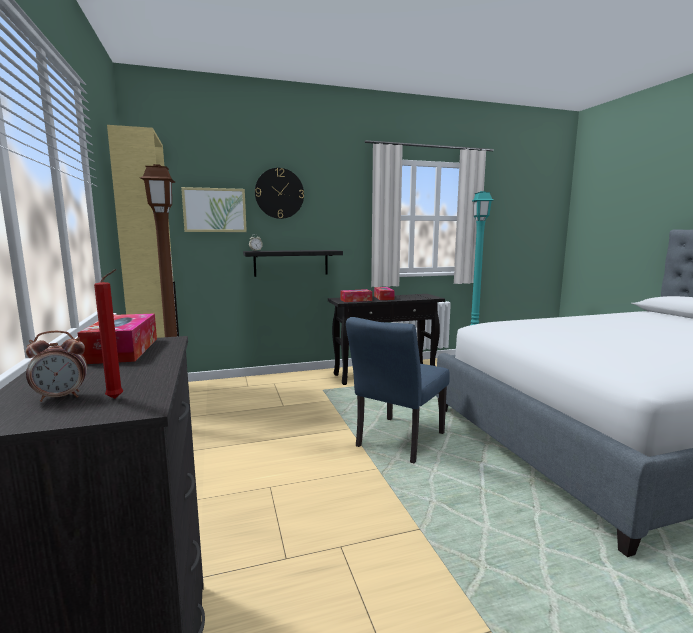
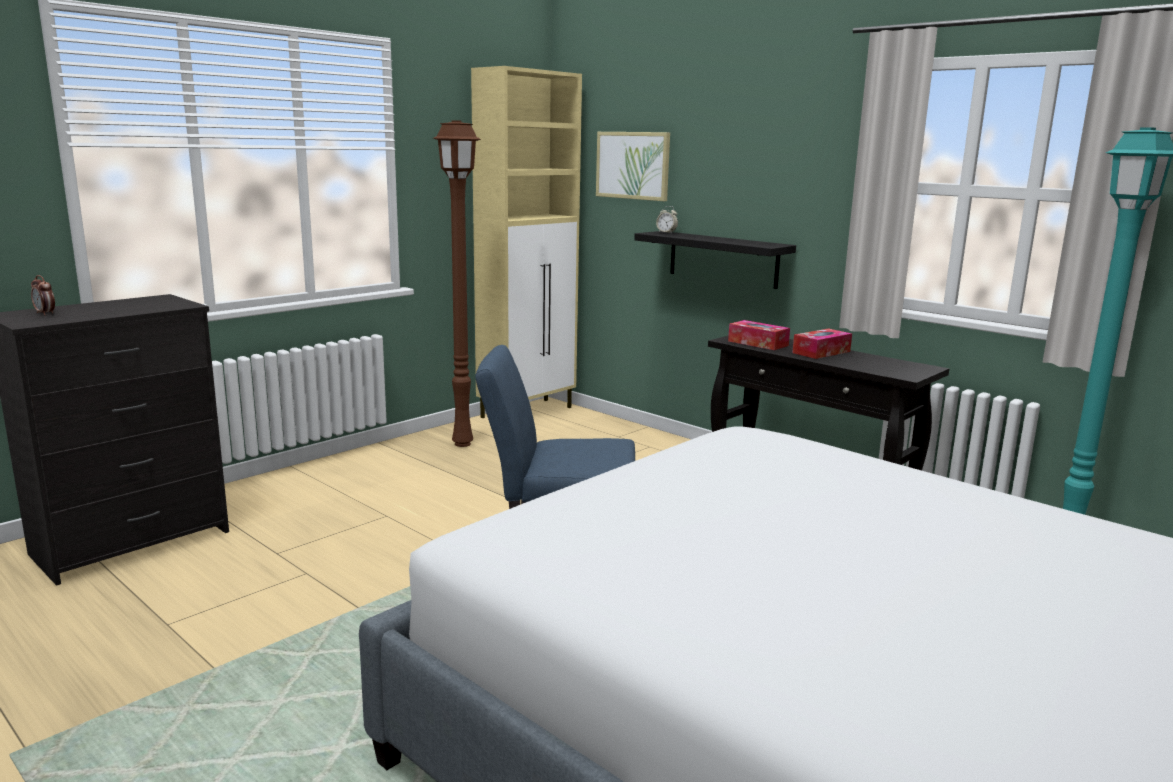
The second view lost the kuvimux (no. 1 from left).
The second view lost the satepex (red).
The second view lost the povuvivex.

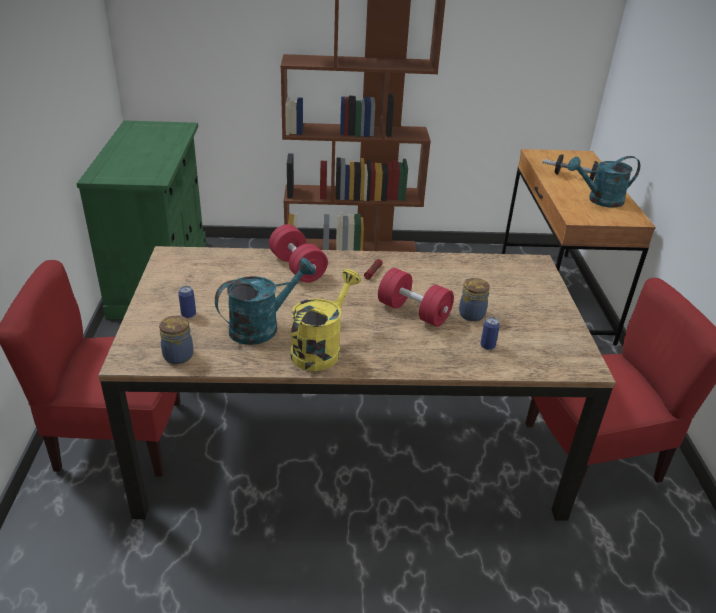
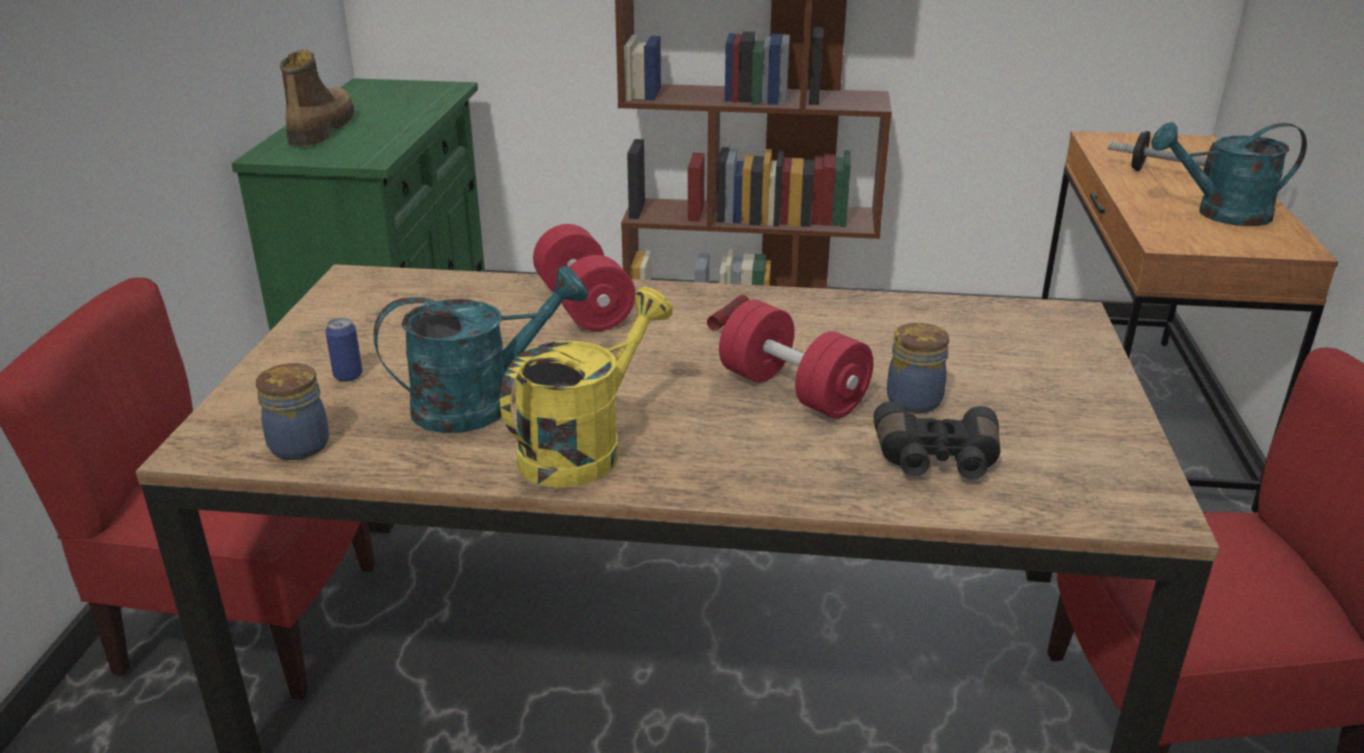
Where the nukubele (no. 2 from left) stood, the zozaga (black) came to stand.
The second view gained the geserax.

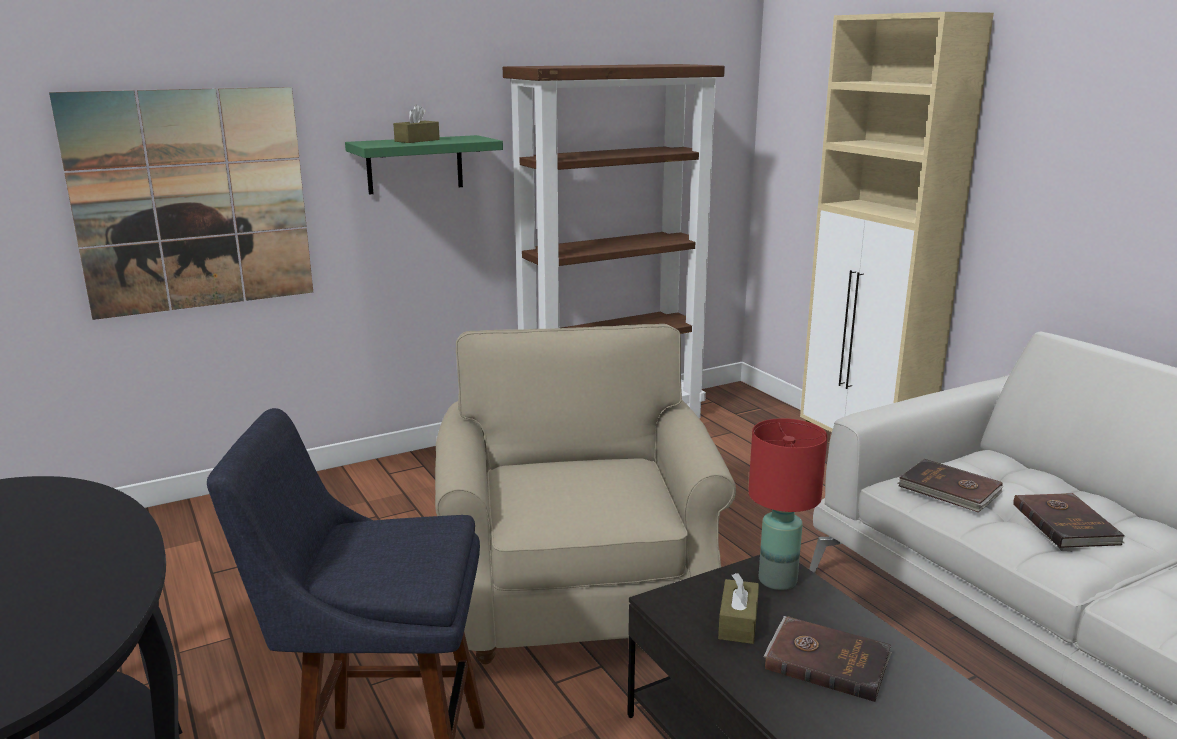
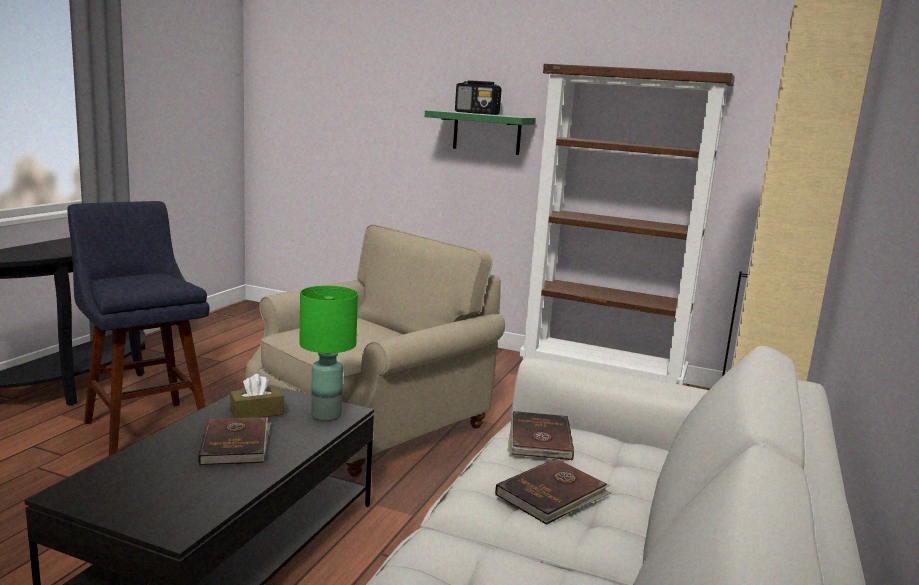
The second view lost the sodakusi.
Where the kuvimux (brown) (no. 1 from left) stood, the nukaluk came to stand.
What was the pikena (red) turned into the pikena (green).

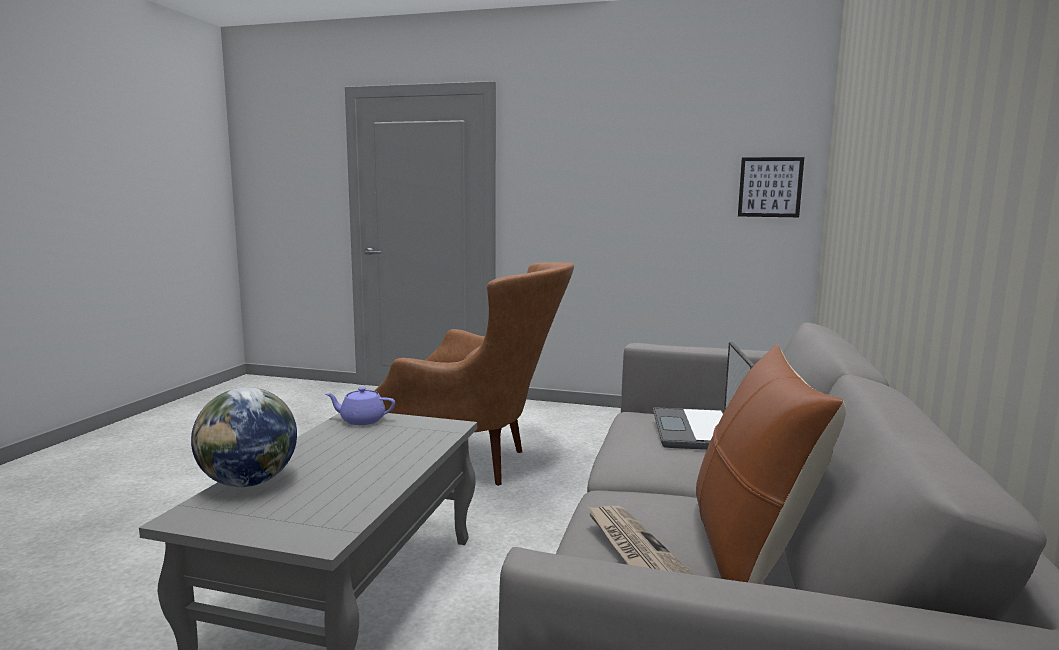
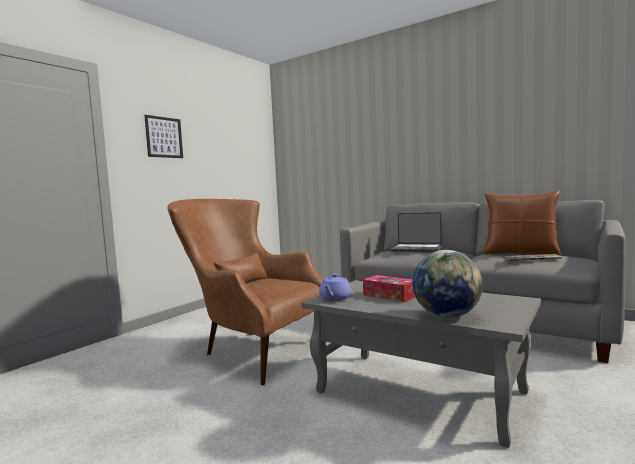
The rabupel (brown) ended up facing another way, 90 degrees counterclockwise from before.
The sodakusi ended up elsewhere.
The second view gained the kuvimux.

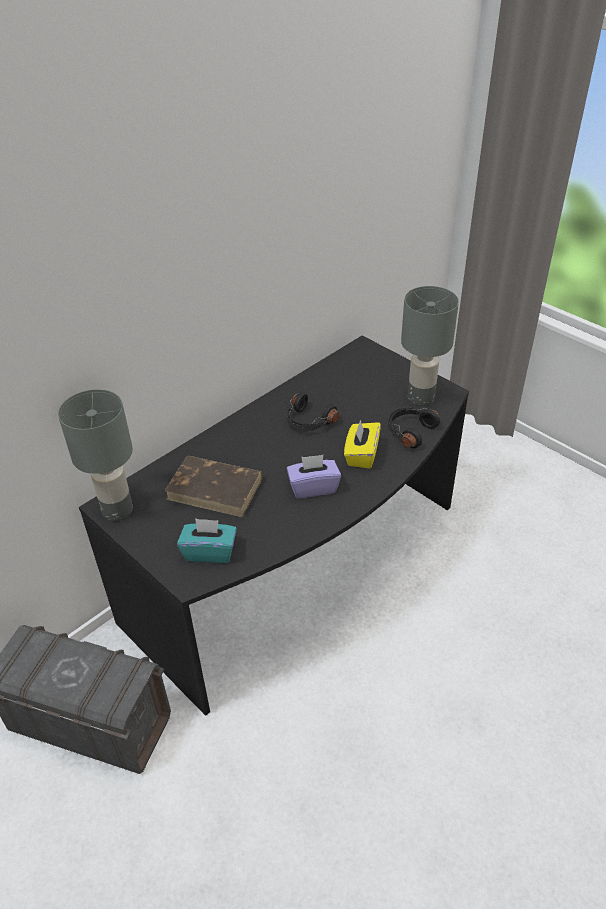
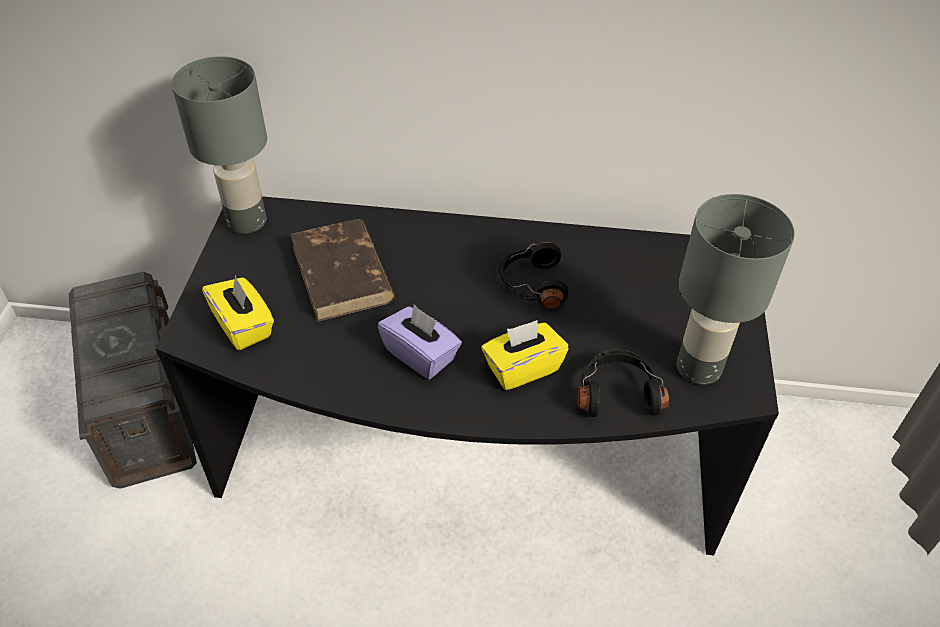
What was the kuvimux (turquoise) turned into the kuvimux (yellow) (no. 1 from left).

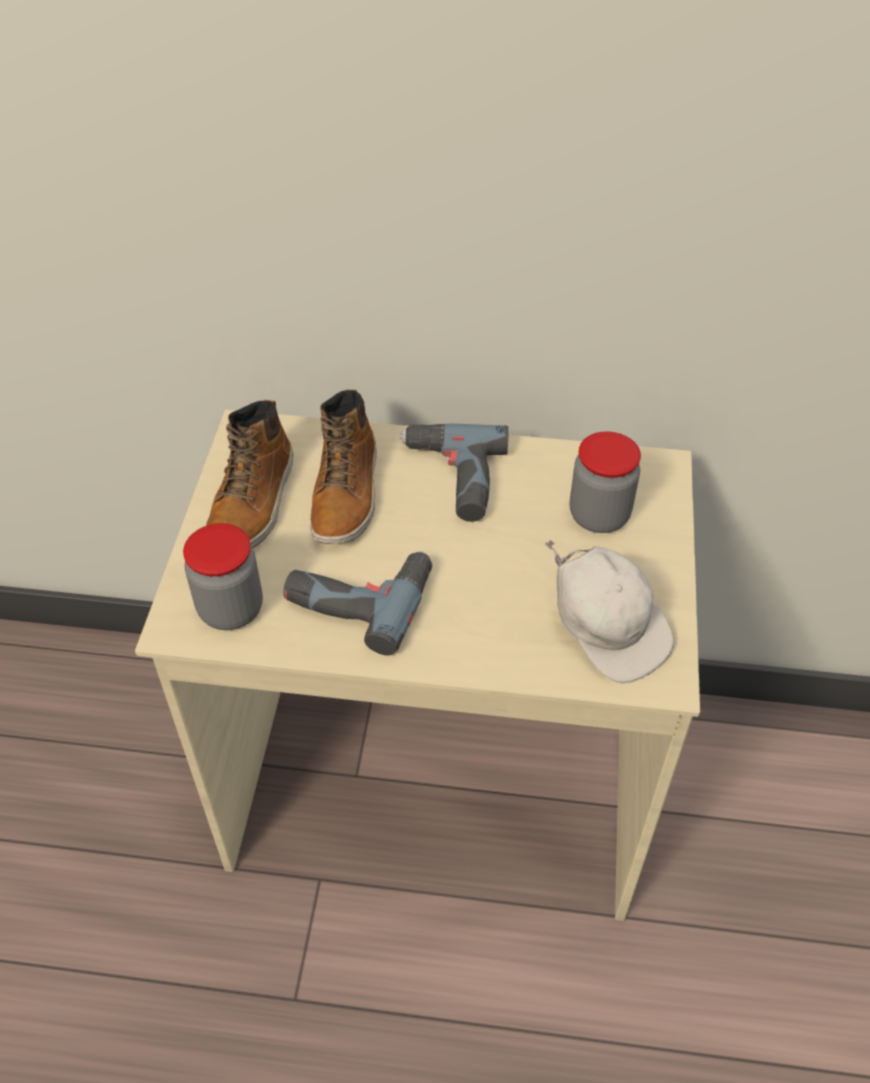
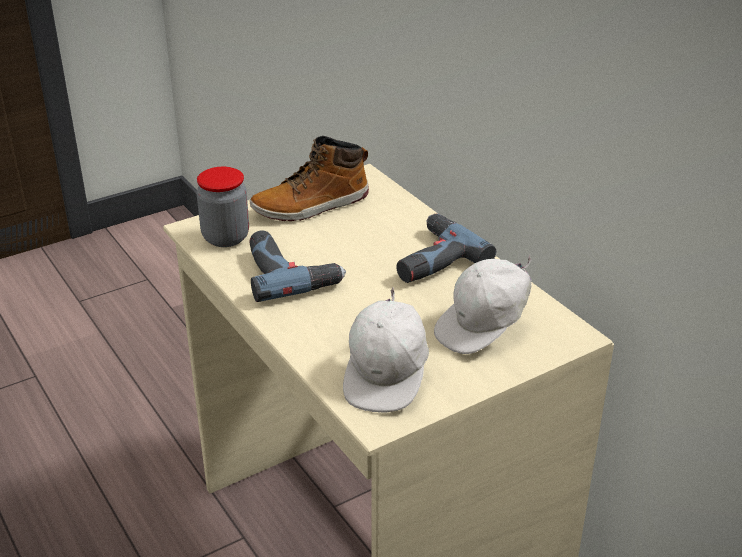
The second view lost the geserax (no. 2 from left).
Where the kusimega (no. 2 from left) stood, the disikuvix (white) (no. 2 from left) came to stand.

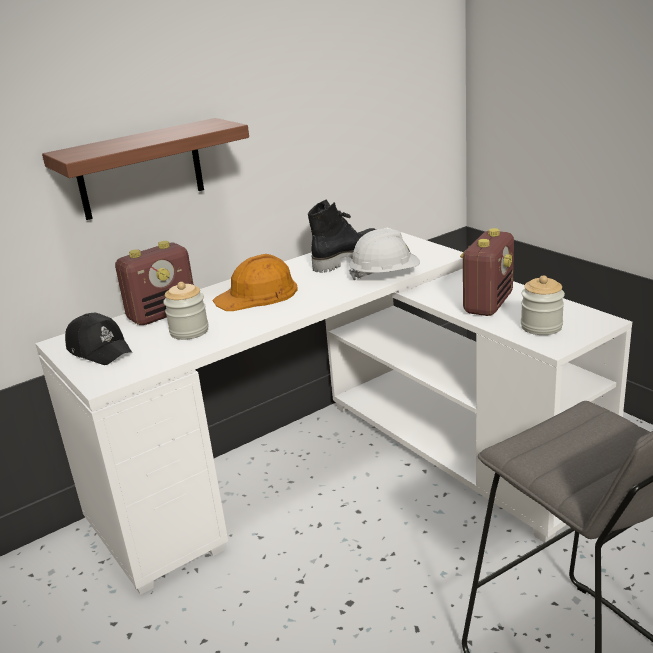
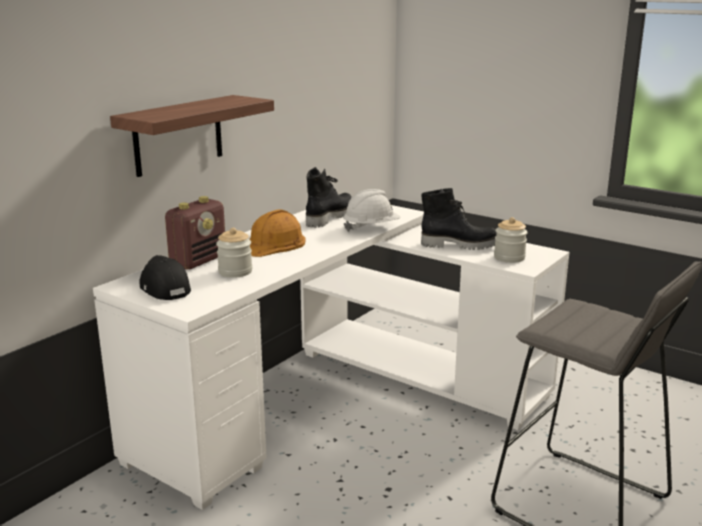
The disikuvix (black) ended up facing another way, 150 degrees counterclockwise from before.
Where the nukaluk (no. 2 from left) stood, the geserax (black) (no. 2 from left) came to stand.

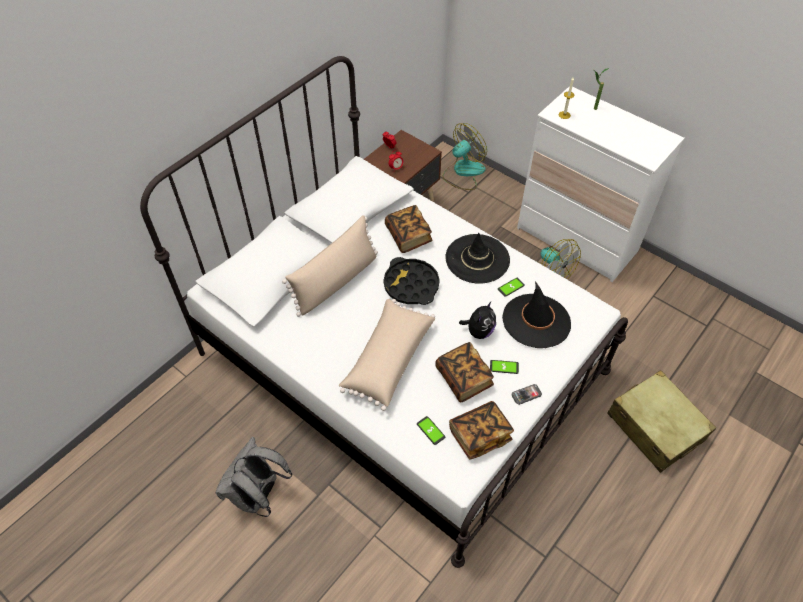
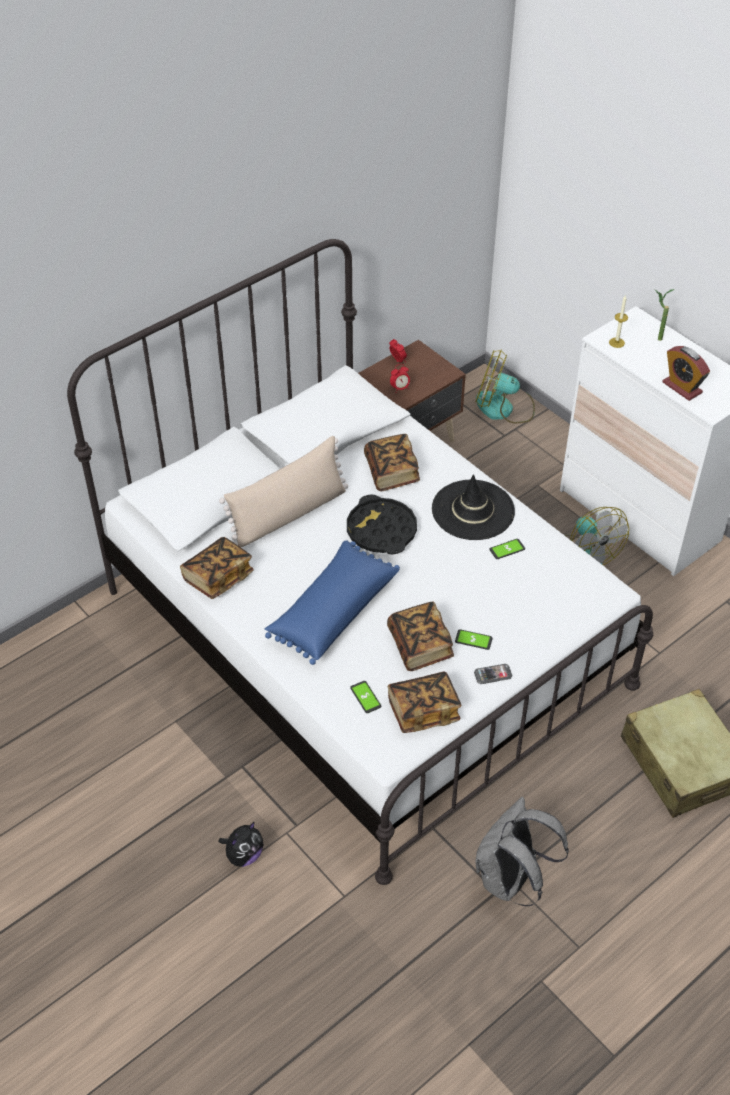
The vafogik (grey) ended up elsewhere.
What was the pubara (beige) (no. 2 from left) turned into the pubara (blue).
The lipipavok (no. 1 from left) ended up facing another way, 135 degrees counterclockwise from before.
The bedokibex ended up elsewhere.
The second view lost the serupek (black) (no. 2 from left).
The second view gained the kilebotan (no. 1 from left).
The second view gained the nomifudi (no. 3 from left).

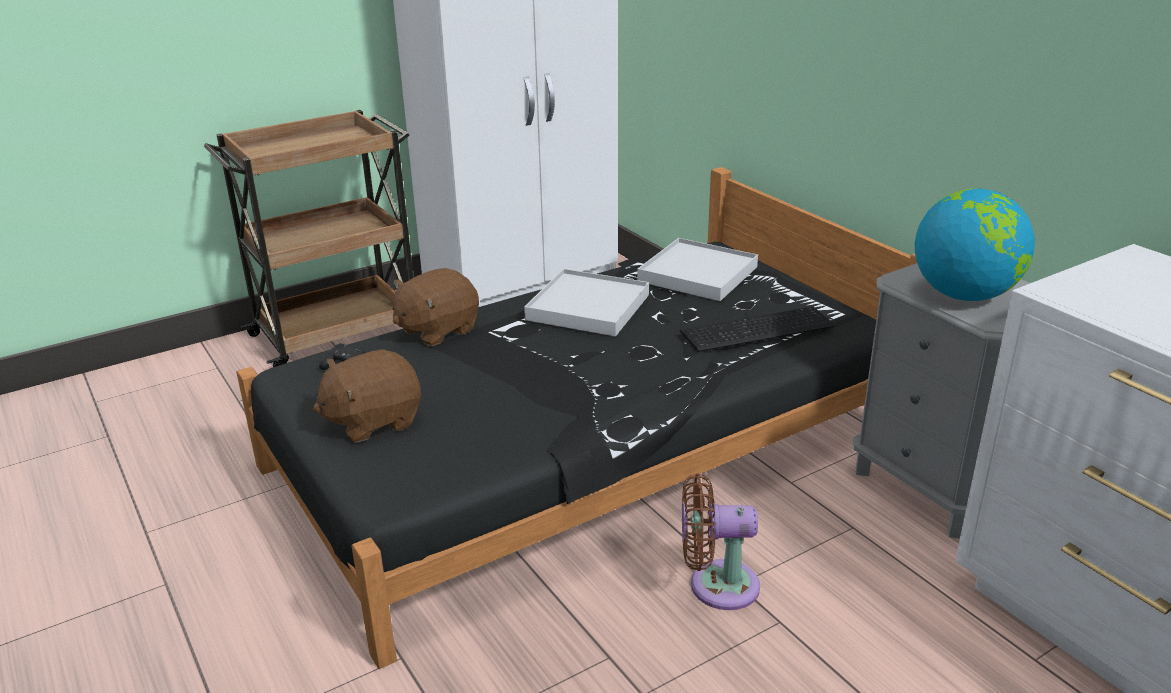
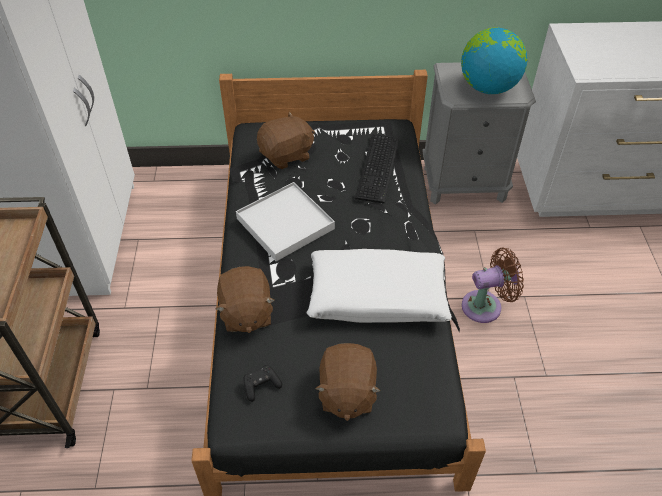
Where the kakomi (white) (no. 2 from left) stood, the bedokibex (brown) (no. 2 from left) came to stand.
The lipipavok (brown) ended up facing another way, 135 degrees counterclockwise from before.
The second view gained the pubara (white).

